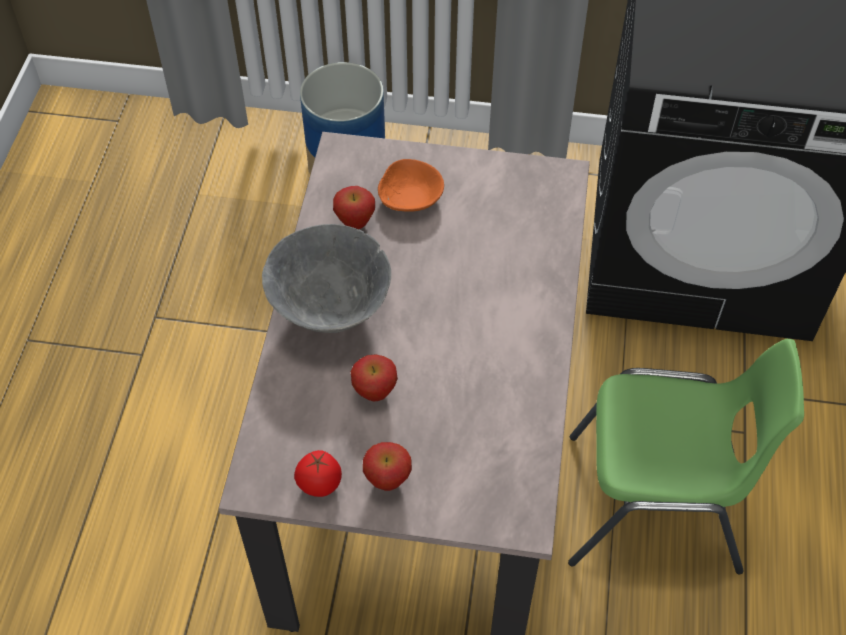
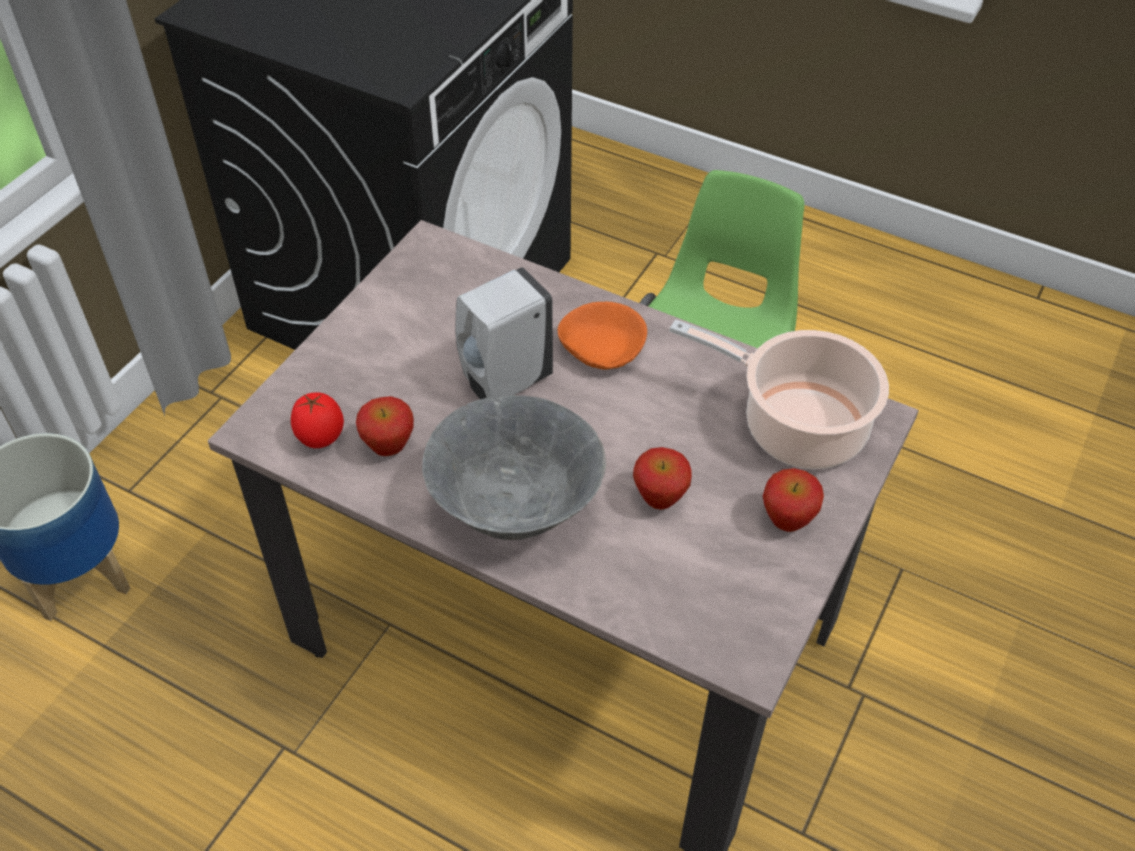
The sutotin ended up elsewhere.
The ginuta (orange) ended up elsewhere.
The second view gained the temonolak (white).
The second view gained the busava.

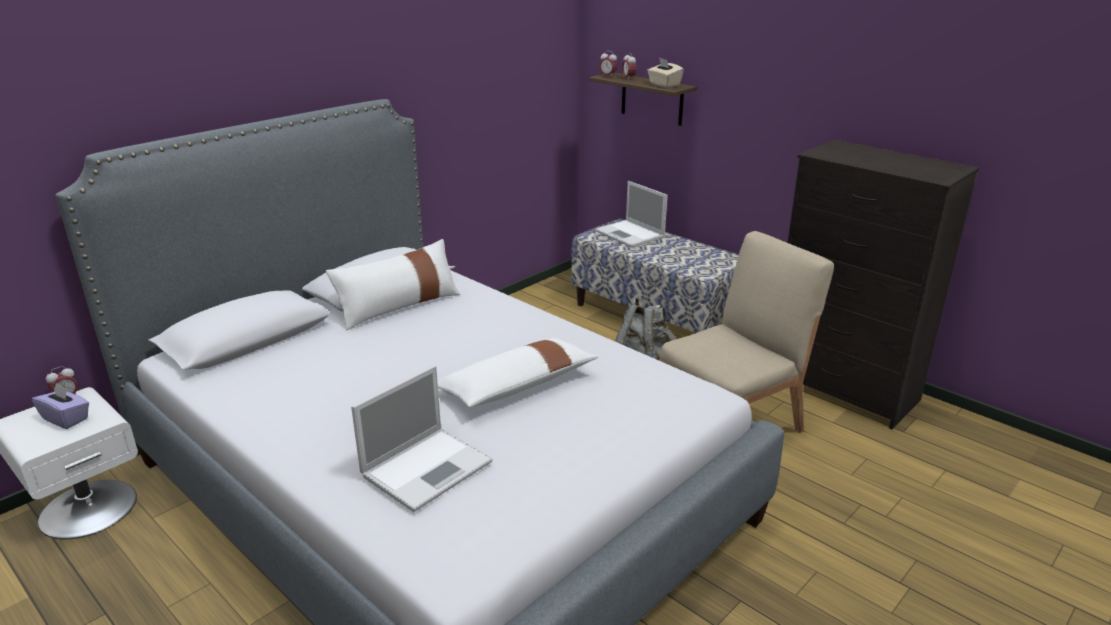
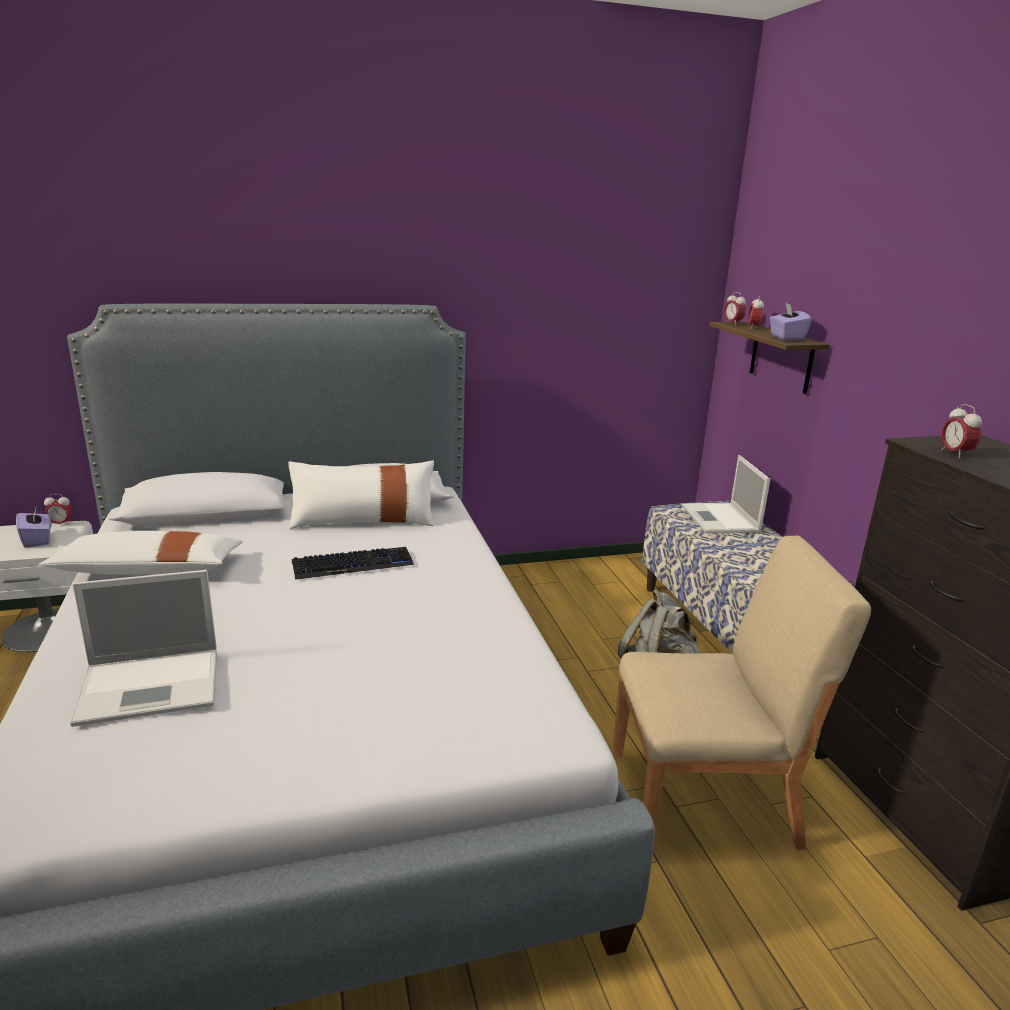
The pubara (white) (no. 2 from left in the first image) ended up elsewhere.
What was the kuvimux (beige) turned into the kuvimux (purple) (no. 2 from left).
The second view gained the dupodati.
The second view gained the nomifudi (no. 4 from left).

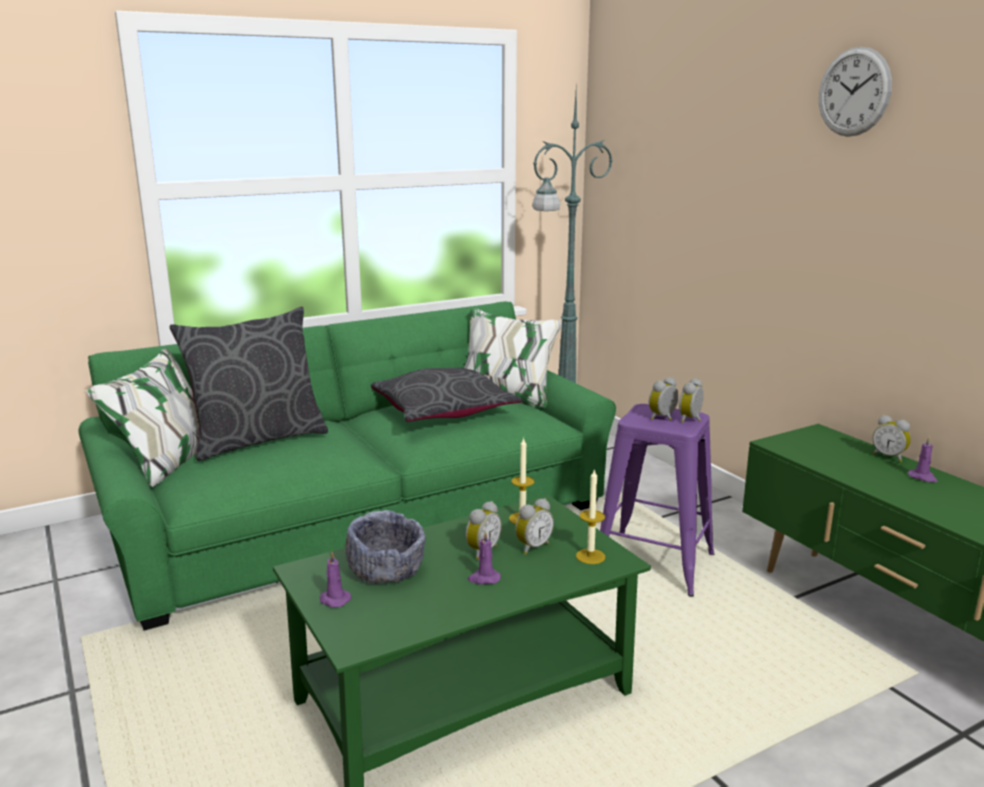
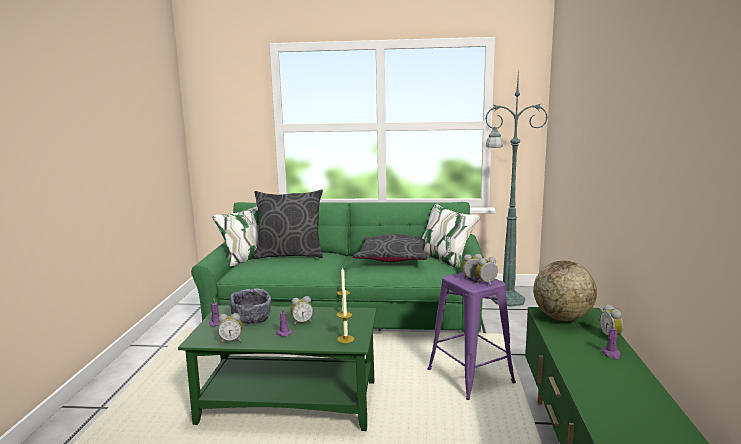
The nomifudi (no. 2 from left in the first image) ended up elsewhere.
The second view lost the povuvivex.
The second view gained the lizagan.

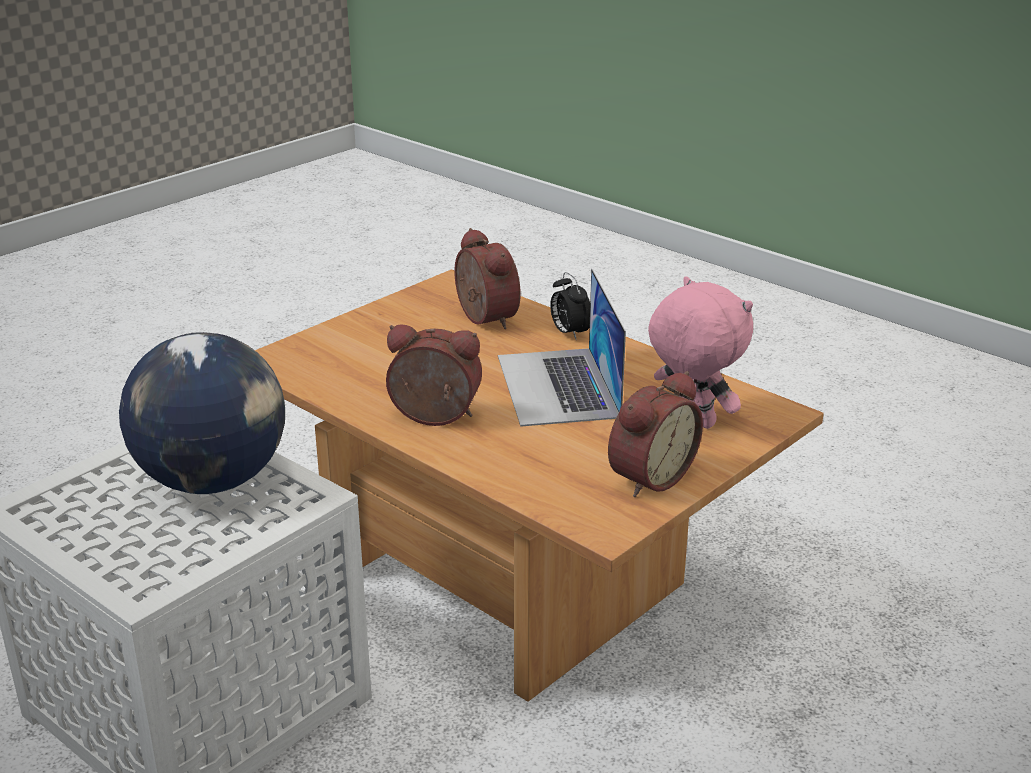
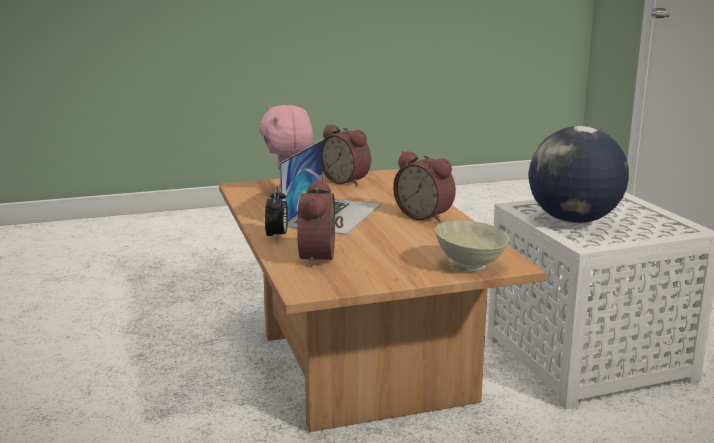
The nomifudi (no. 4 from left in the first image) ended up facing another way, 120 degrees counterclockwise from before.
The second view gained the ginuta (beige).

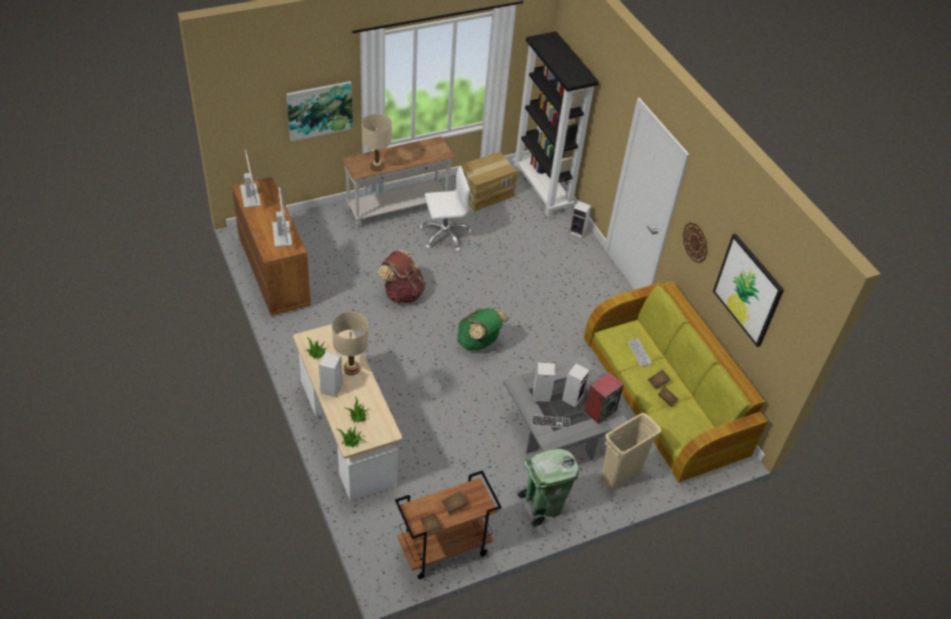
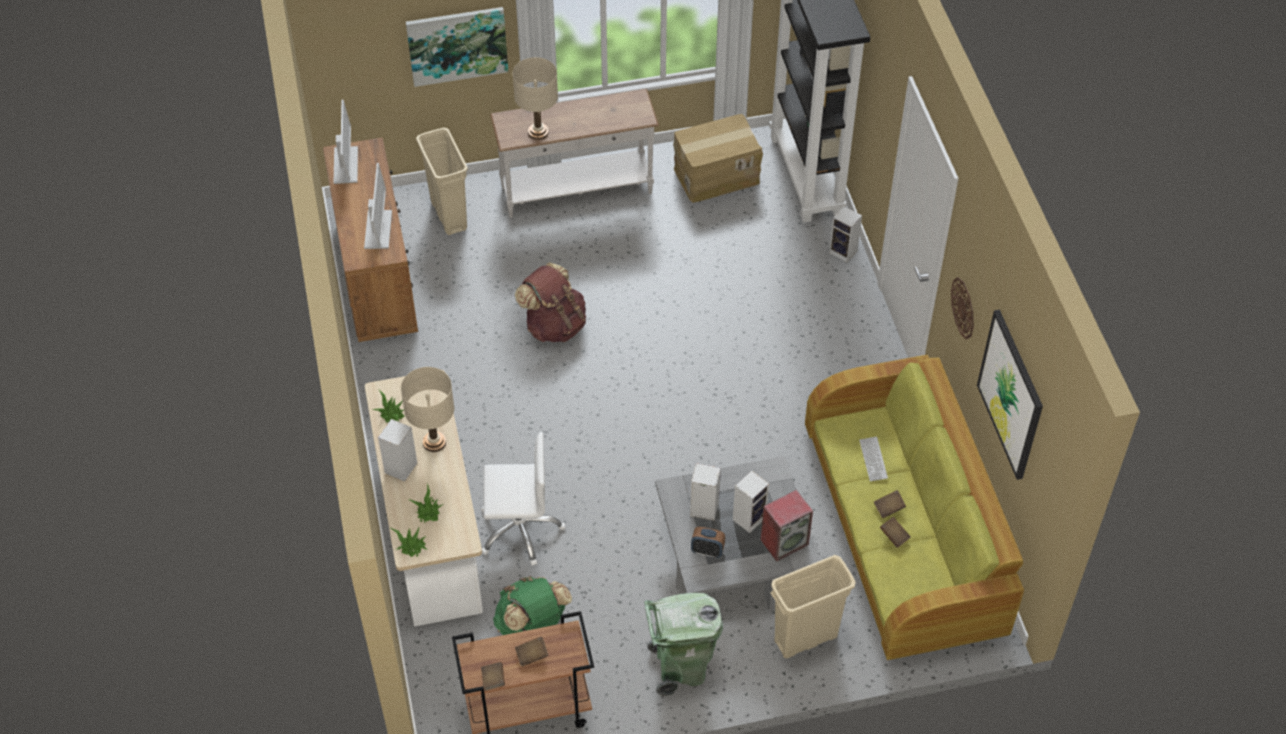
The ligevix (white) ended up elsewhere.
The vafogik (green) ended up elsewhere.
Where the dupodati (no. 1 from left) stood, the nomifudi came to stand.
The second view gained the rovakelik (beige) (no. 1 from left).

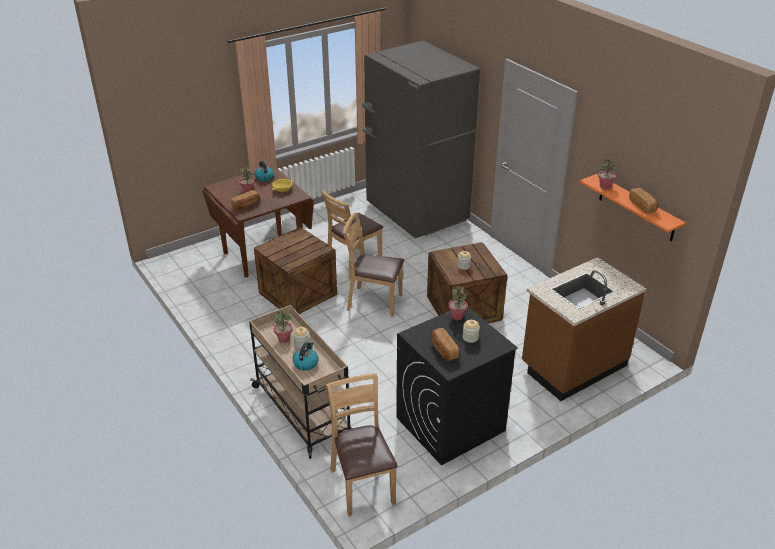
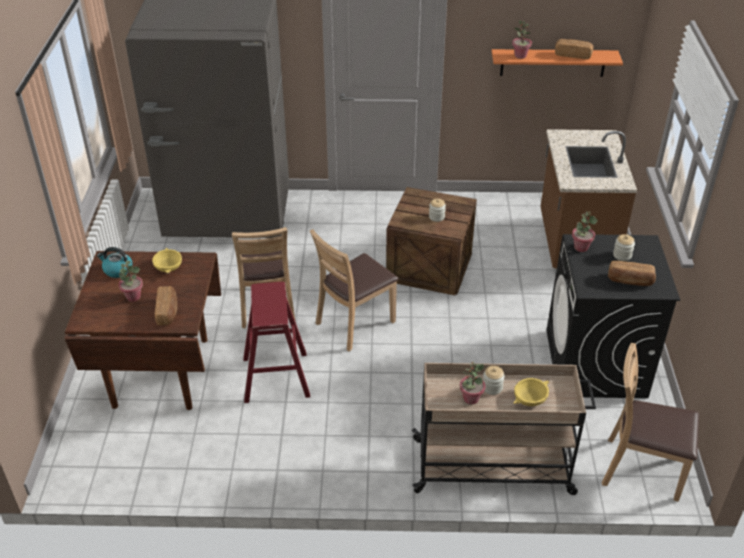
Where the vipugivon (no. 1 from left) stood, the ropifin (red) came to stand.
Where the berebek (no. 2 from left) stood, the ginuta (yellow) (no. 2 from left) came to stand.

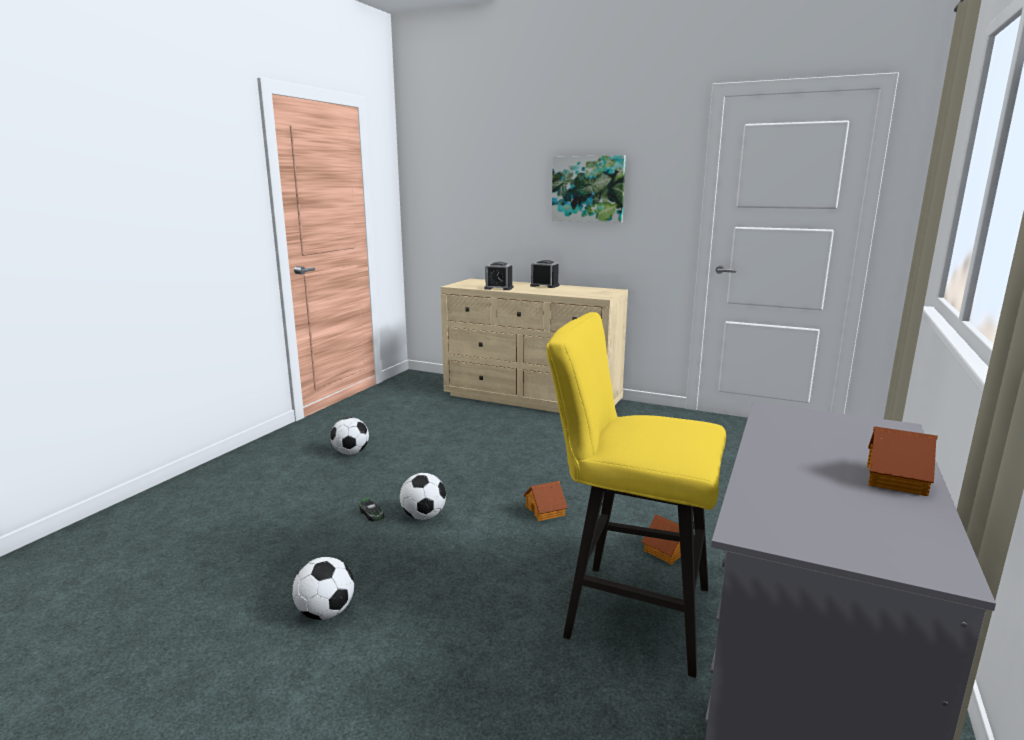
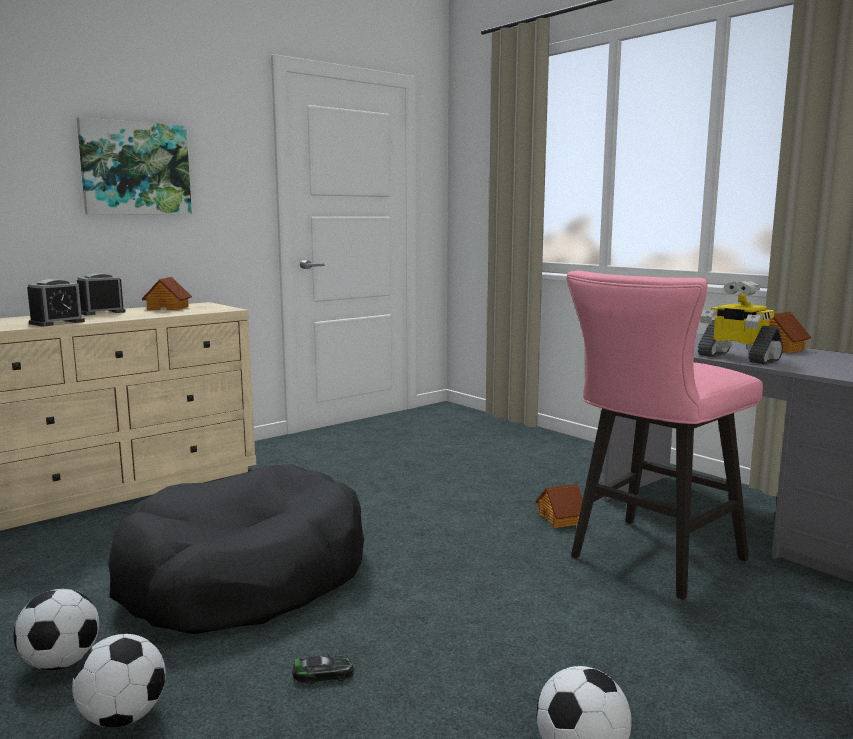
The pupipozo (no. 3 from left in the first image) ended up elsewhere.
The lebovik (no. 1 from left) ended up elsewhere.
What was the ropifin (yellow) turned into the ropifin (pink).
The second view gained the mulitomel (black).
The second view gained the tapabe.

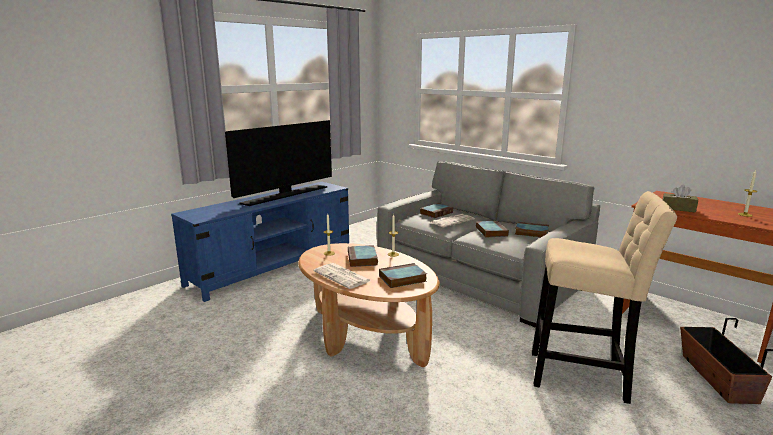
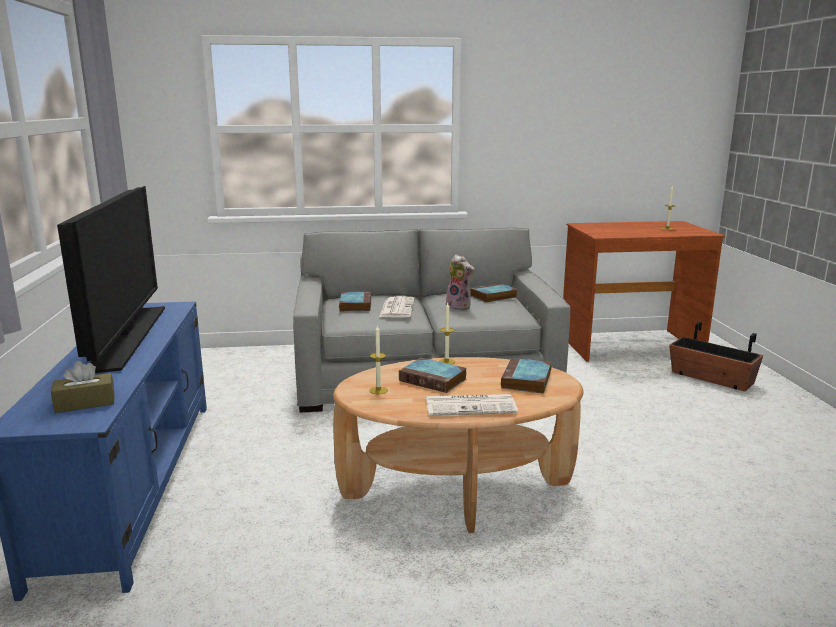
Where the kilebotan (no. 4 from left) stood, the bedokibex came to stand.
The second view lost the ropifin (beige).
The kuvimux (brown) ended up elsewhere.

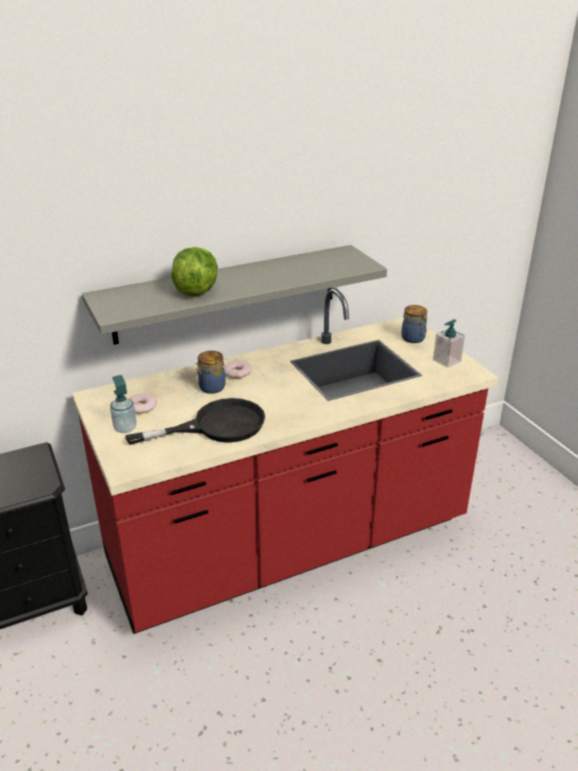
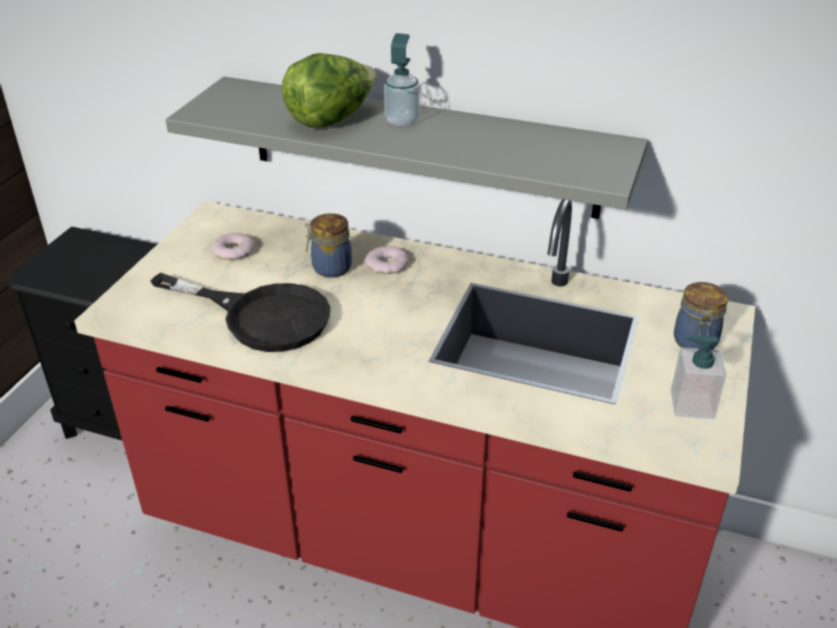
The temonolak (no. 1 from left) ended up elsewhere.

